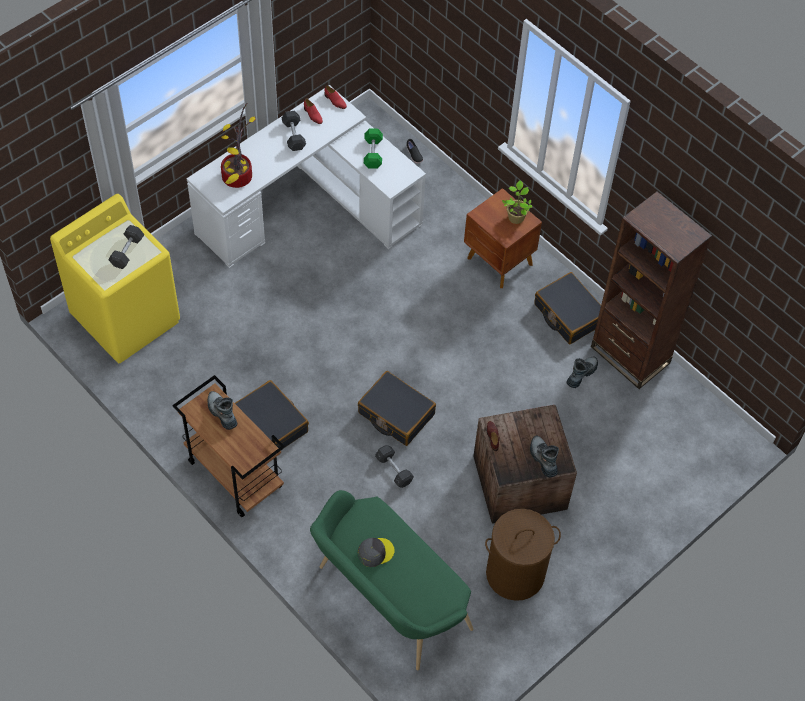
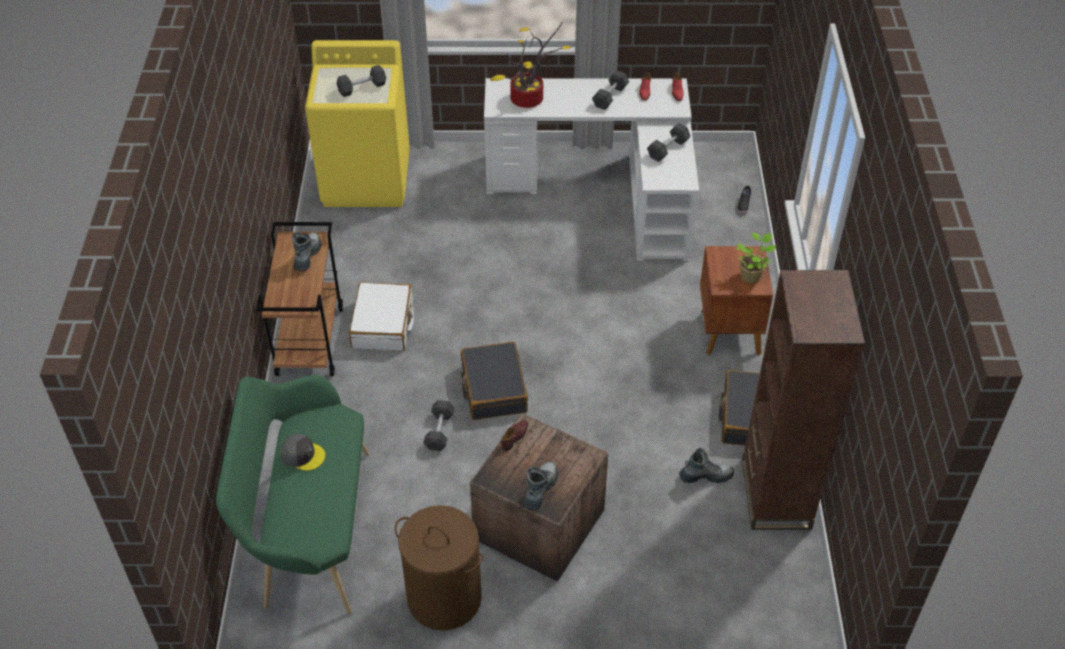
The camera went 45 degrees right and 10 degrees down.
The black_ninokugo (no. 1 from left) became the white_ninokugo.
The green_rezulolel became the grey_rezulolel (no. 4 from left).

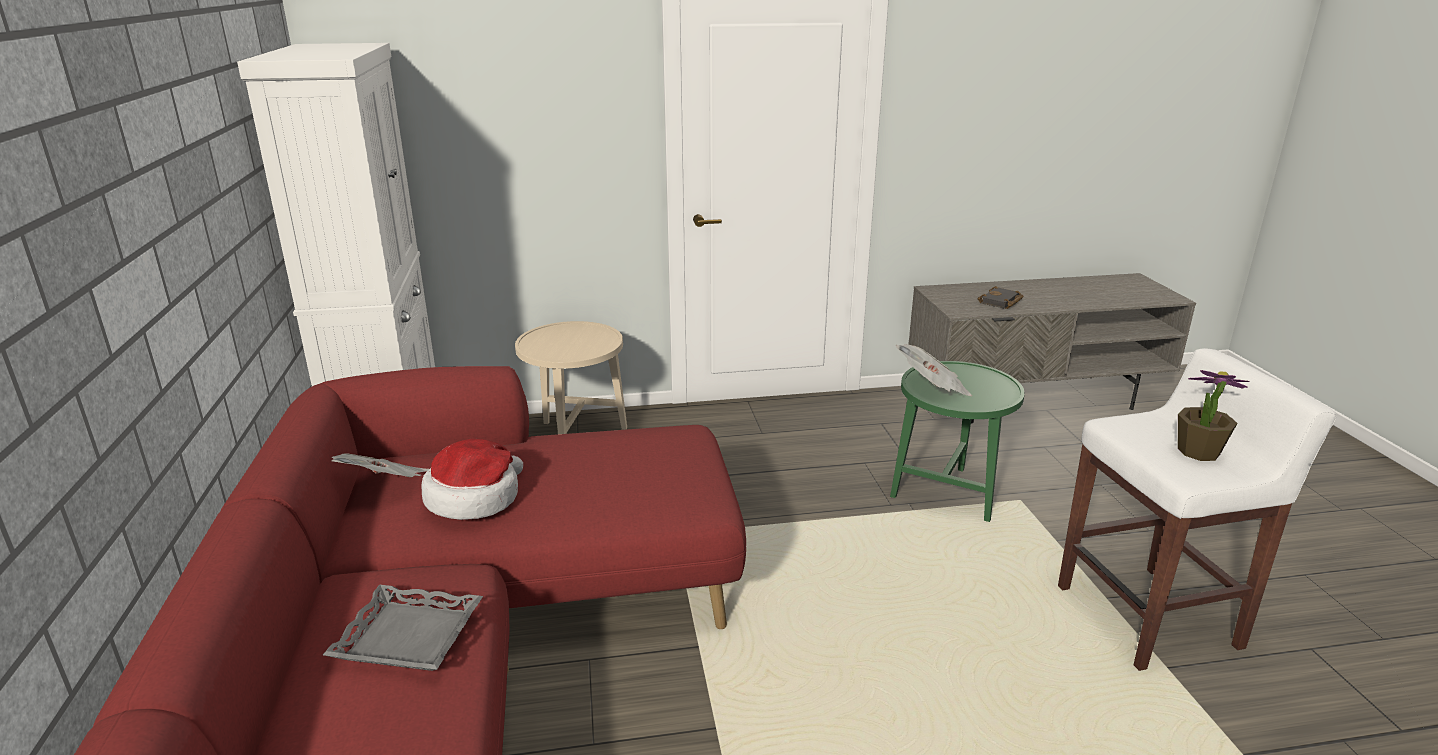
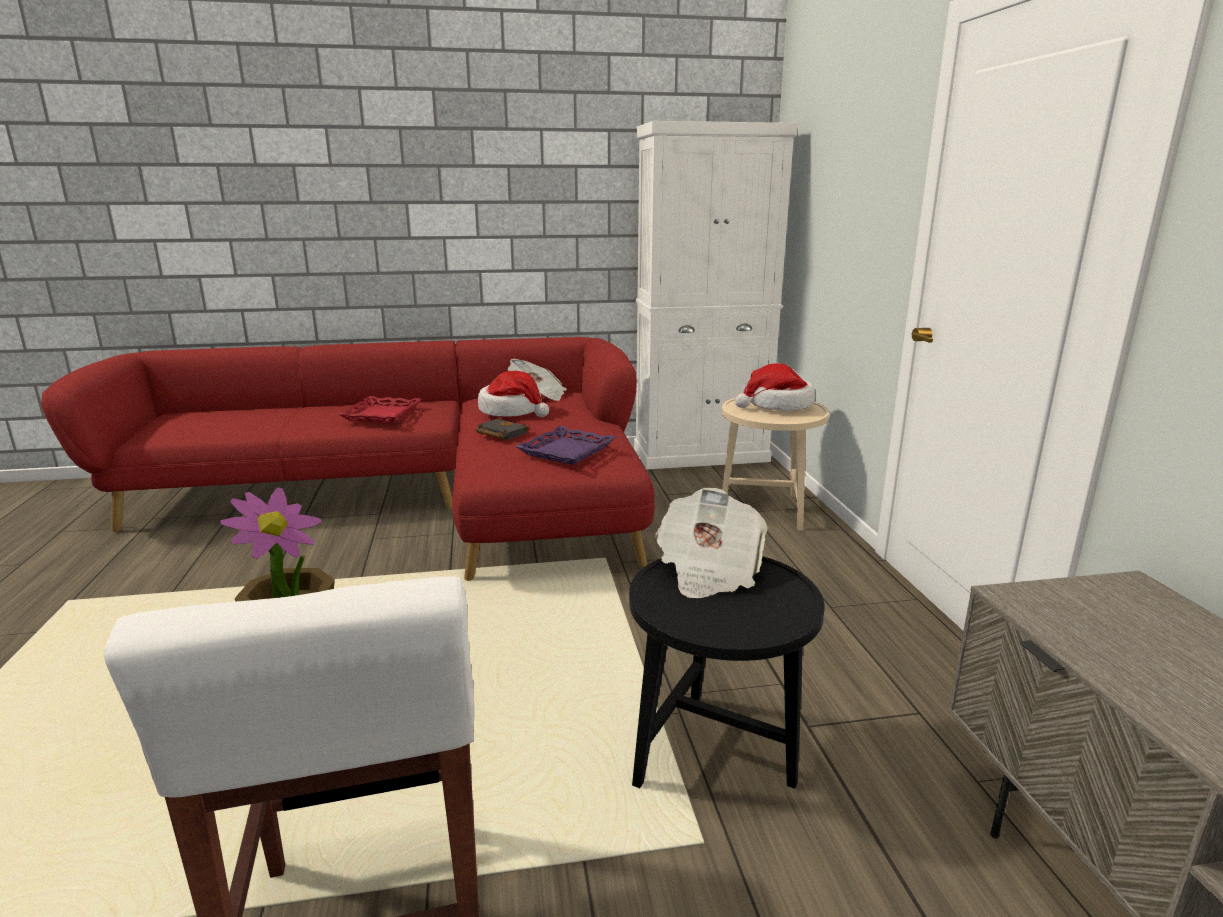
The camera went 90 degrees right and 5 degrees down.
The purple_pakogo appeared.
The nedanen (no. 2 from left) appeared.
The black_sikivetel moved.
The grey_pakogo became the red_pakogo.
The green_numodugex became the black_numodugex.

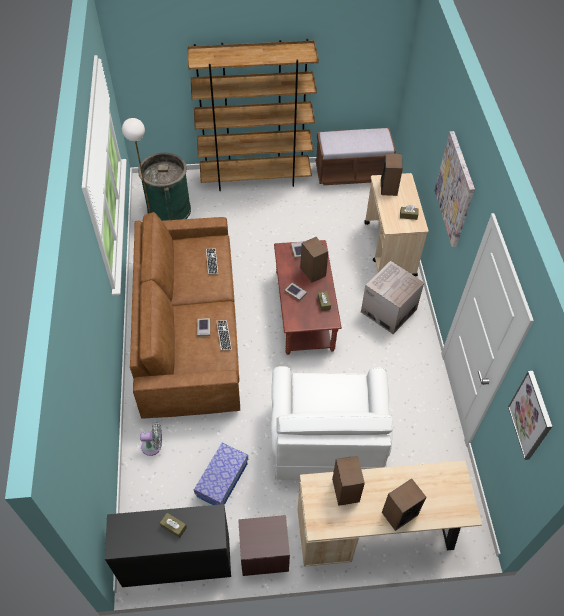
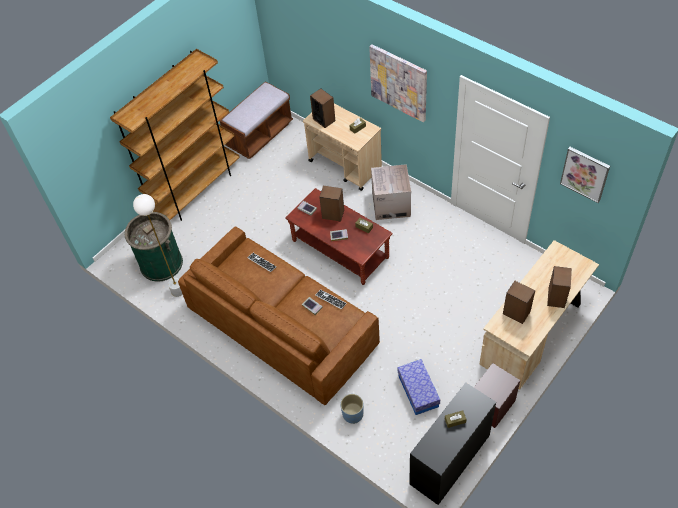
The camera went 40 degrees left and 0 degrees up.
The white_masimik disappeared.
The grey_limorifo was replaced by the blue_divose.

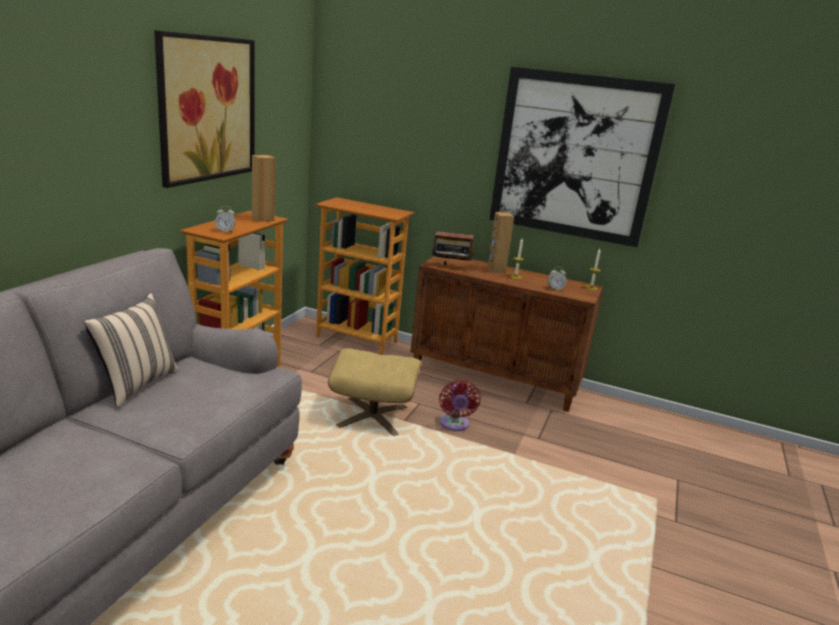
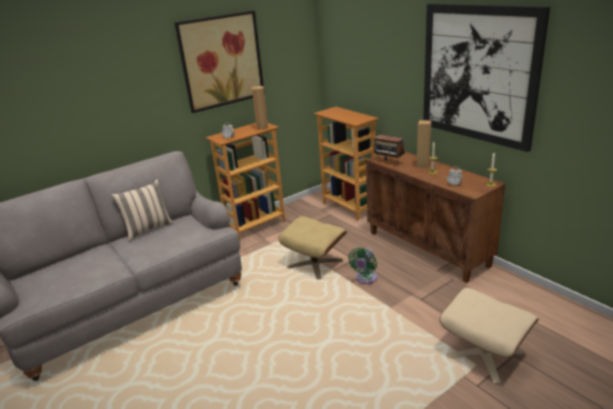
The camera went 35 degrees right and 5 degrees up.
The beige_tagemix (no. 2 from left) appeared.
The red_limorifo became the green_limorifo.

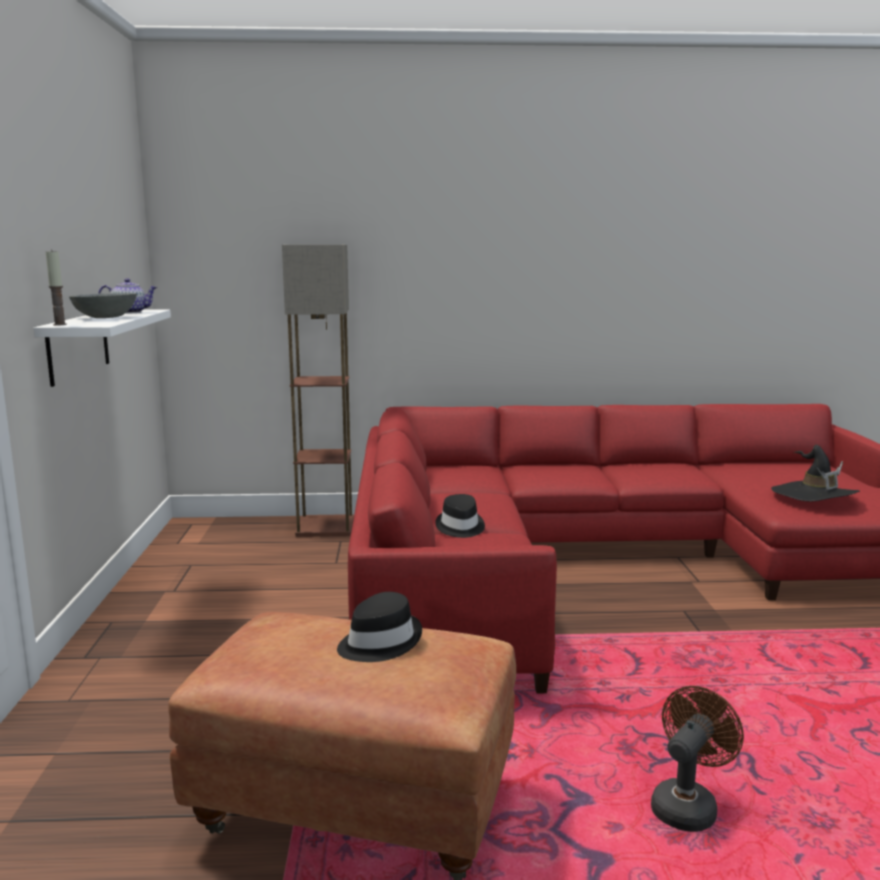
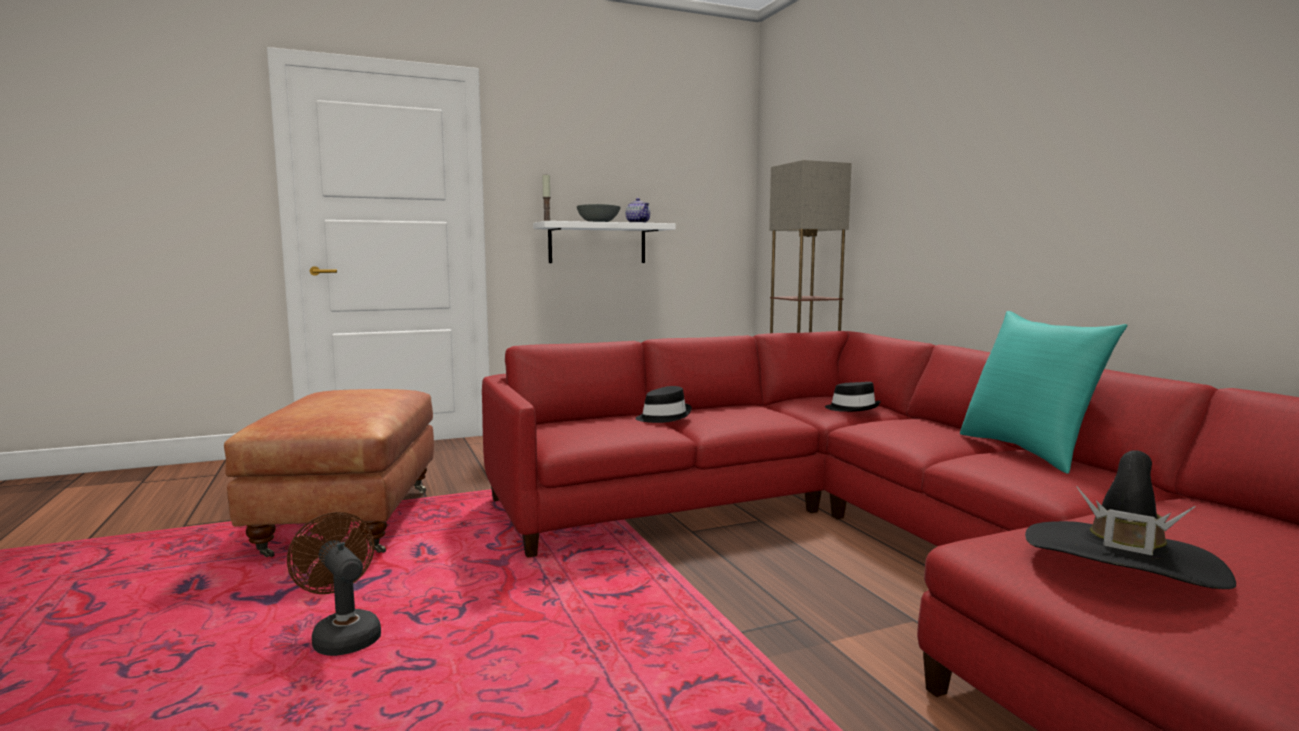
The camera went 70 degrees right and 5 degrees down.
The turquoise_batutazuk appeared.
The black_nedanen (no. 1 from left in the first image) moved.
The brown_limorifo turned 150 degrees counterclockwise.

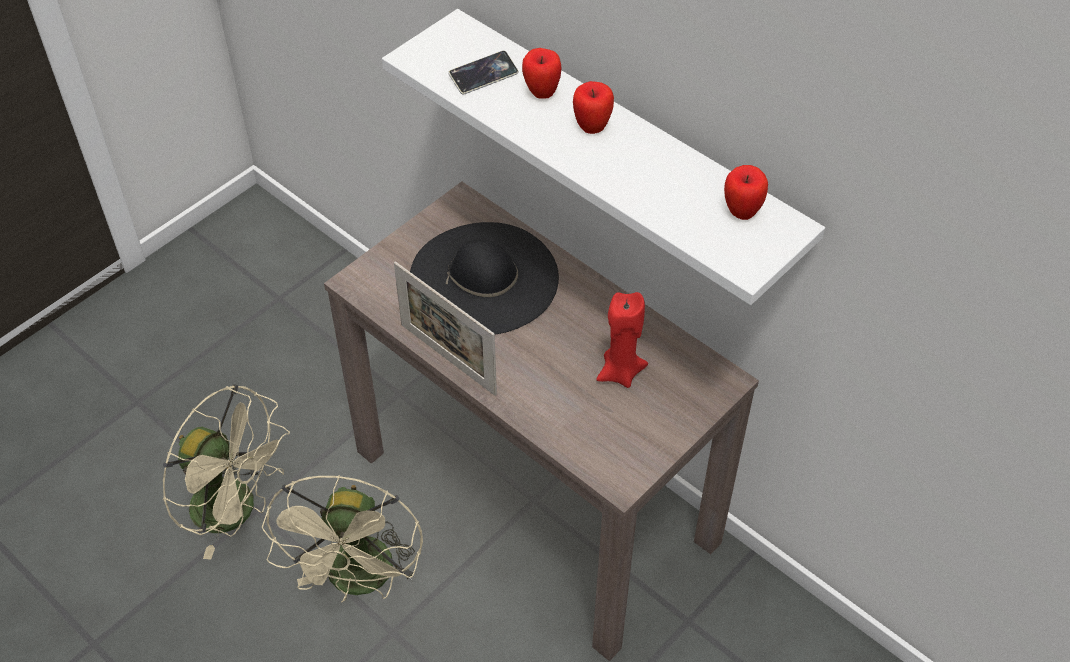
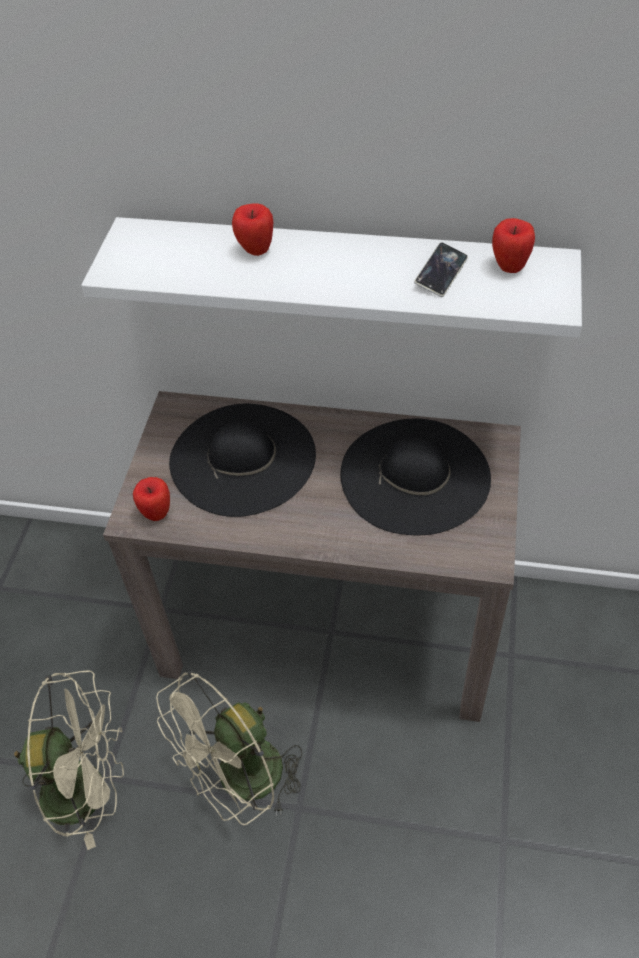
The camera went 30 degrees left and 0 degrees up.
The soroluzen disappeared.
The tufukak moved.
The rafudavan (no. 2 from left in the first image) moved.
The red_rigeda was replaced by the black_nedanen (no. 2 from left).
The beige_limorifo (no. 2 from left) turned 75 degrees clockwise.

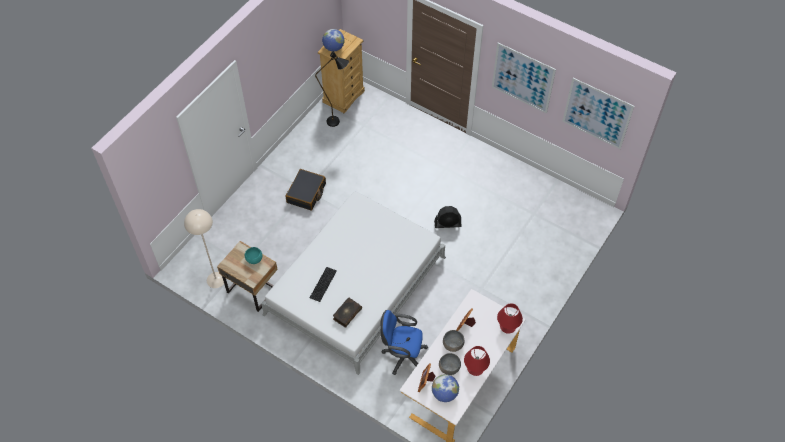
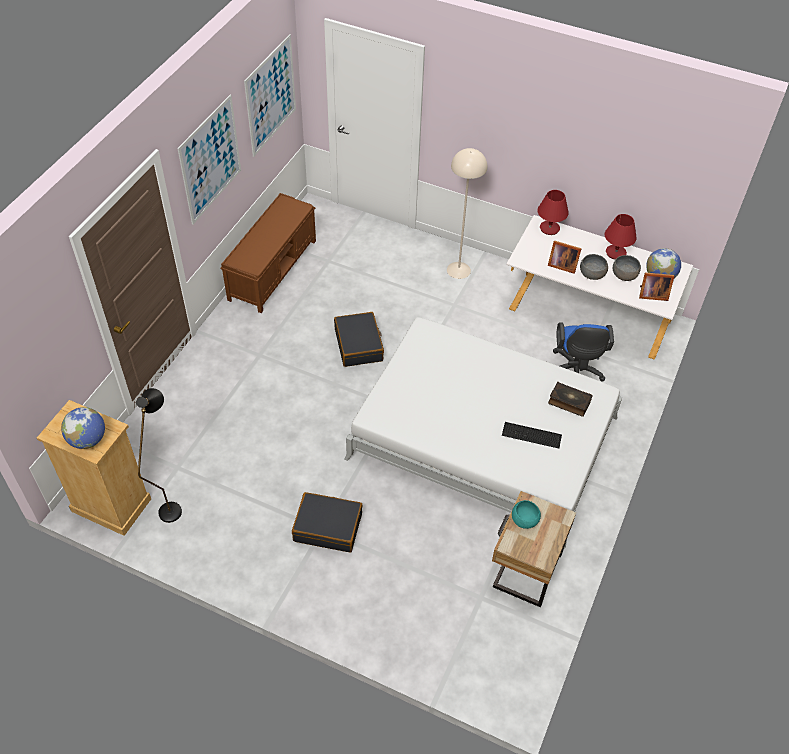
The camera went 100 degrees left and 5 degrees down.
The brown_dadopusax appeared.
The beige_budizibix moved.
The black_limorifo was replaced by the black_ninokugo (no. 2 from left).

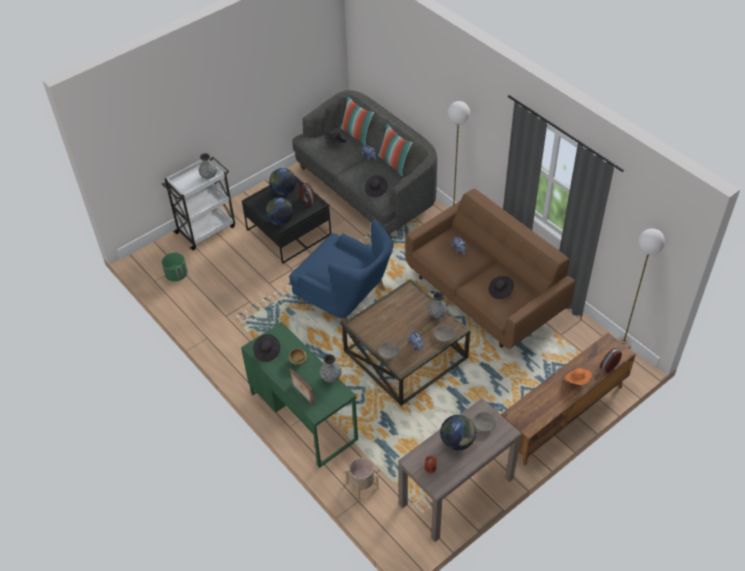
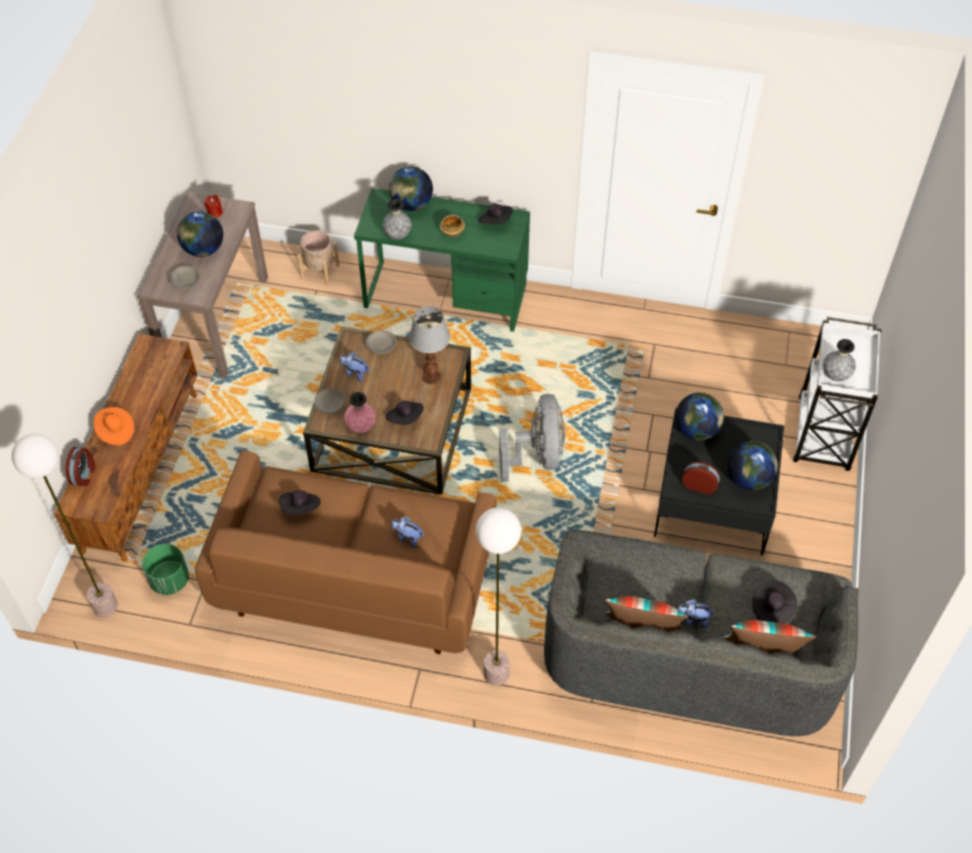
The camera went 140 degrees right and 5 degrees up.
The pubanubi appeared.
The green_divose moved.
The black_nedanen (no. 3 from left in the first image) moved.
The blue_masimik was replaced by the grey_limorifo.
The soroluzen was replaced by the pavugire (no. 2 from left).
The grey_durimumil (no. 3 from left) became the pink_durimumil.

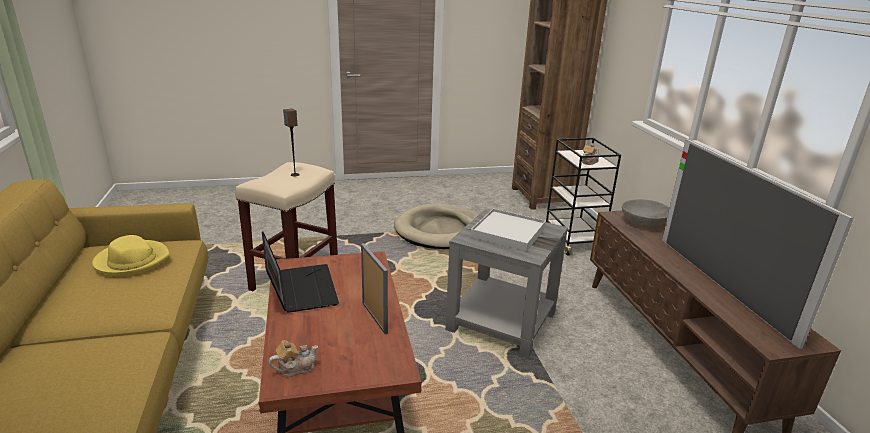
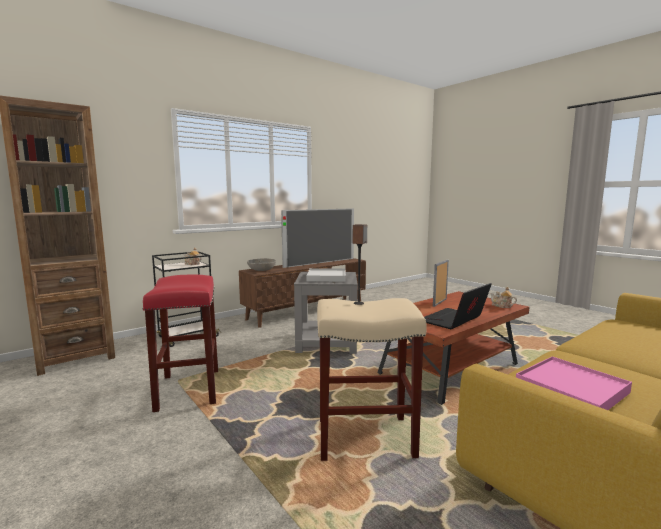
The camera went 115 degrees left and 15 degrees down.
The yellow_nedanen was replaced by the pink_pakogo.
The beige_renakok was replaced by the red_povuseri.

